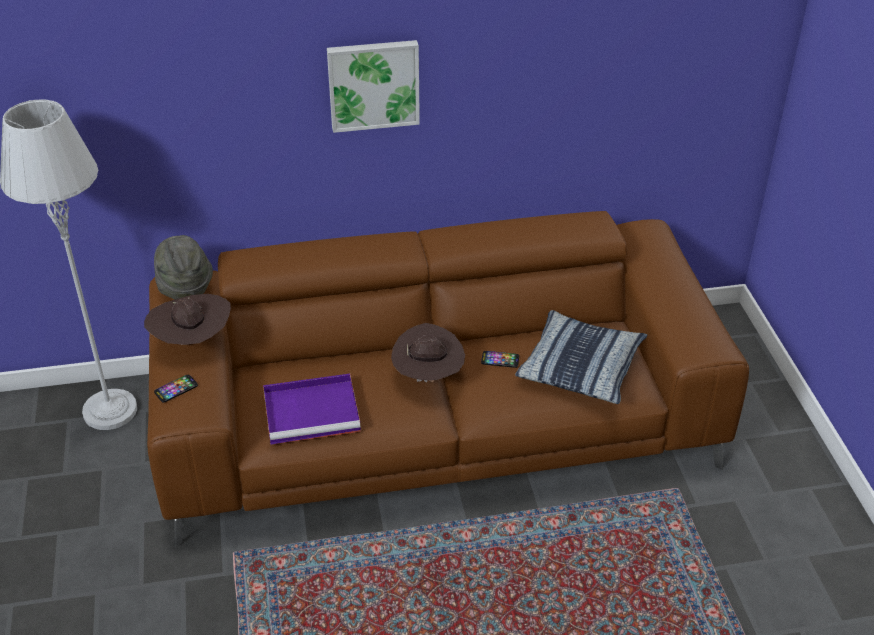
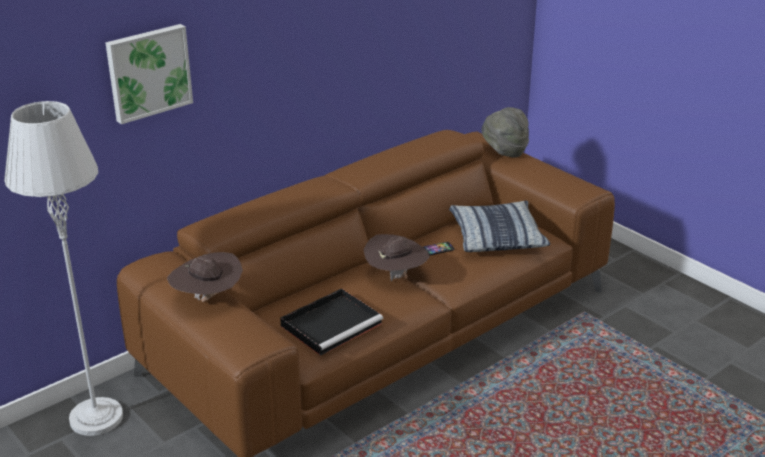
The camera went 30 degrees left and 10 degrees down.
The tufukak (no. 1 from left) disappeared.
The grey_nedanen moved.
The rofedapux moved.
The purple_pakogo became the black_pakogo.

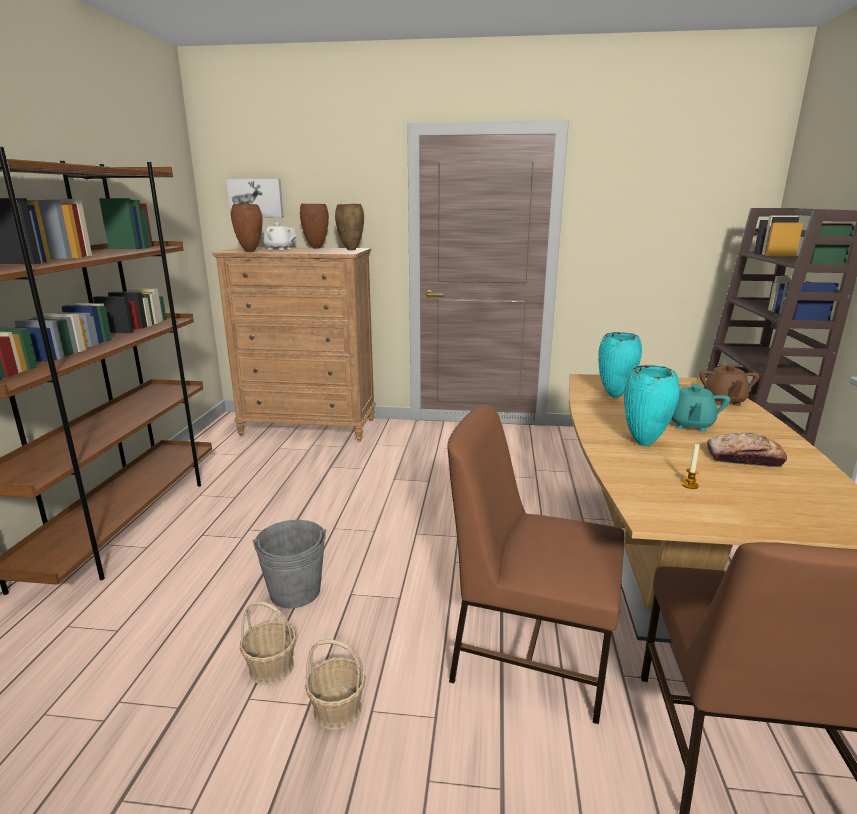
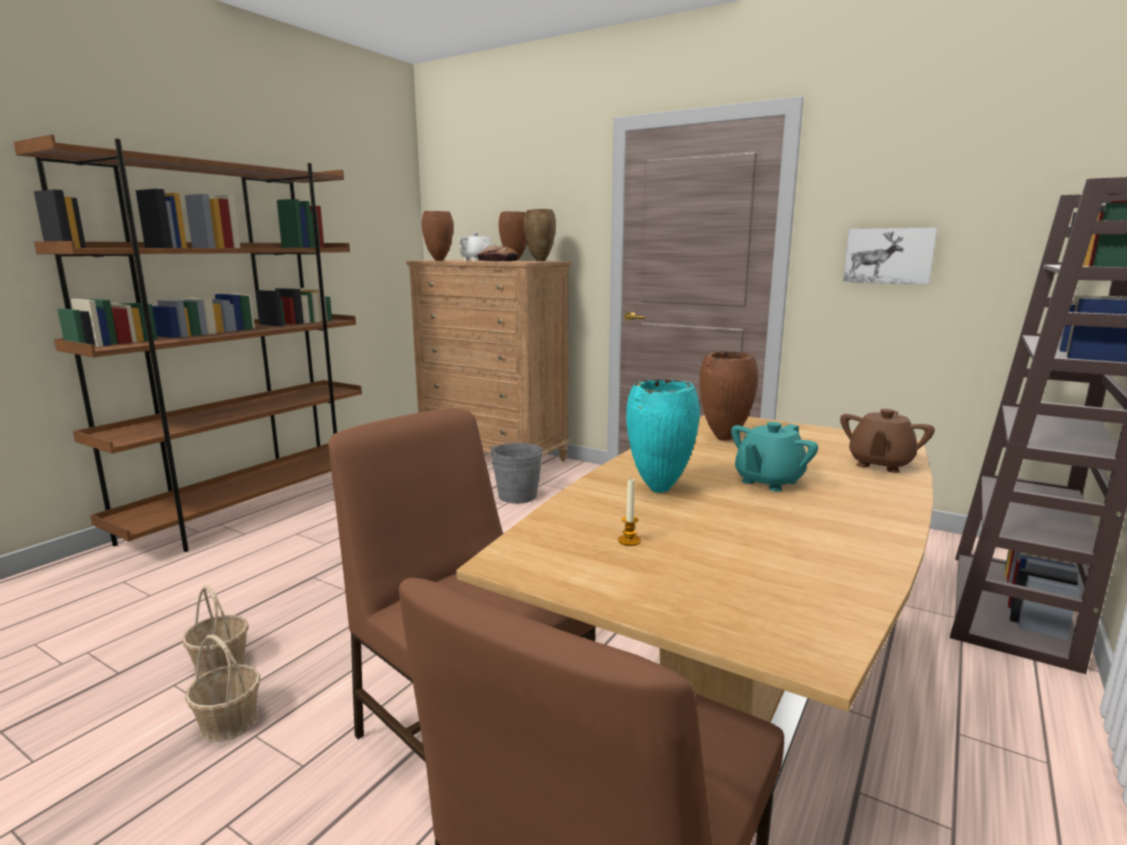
The camera went 25 degrees right and 5 degrees down.
The rofedapux moved.
The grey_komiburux moved.
The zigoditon moved.
The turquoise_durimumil (no. 1 from left) became the brown_durimumil (no. 4 from left).

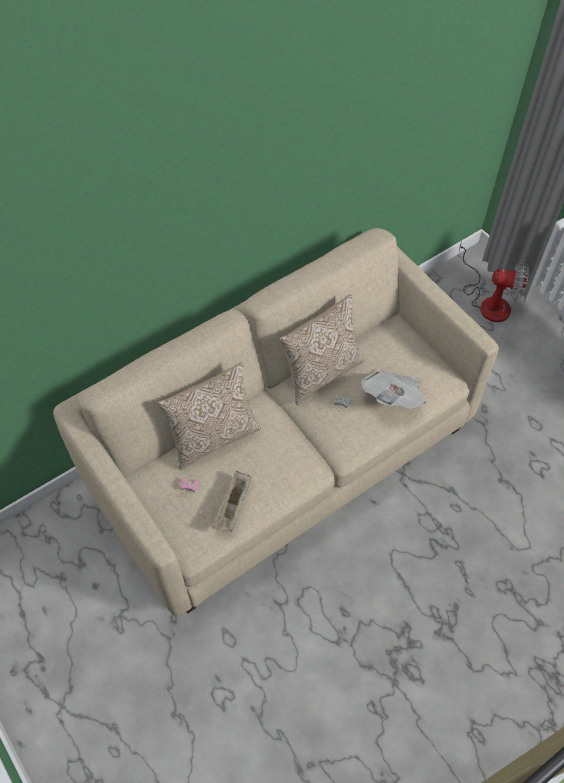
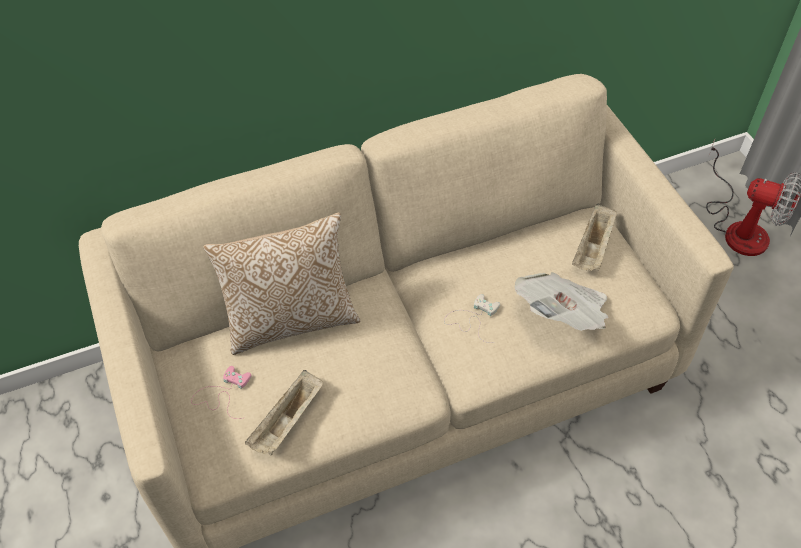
The camera went 15 degrees right and 5 degrees down.
The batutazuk (no. 2 from left) disappeared.
The beige_pakogo (no. 2 from left) appeared.

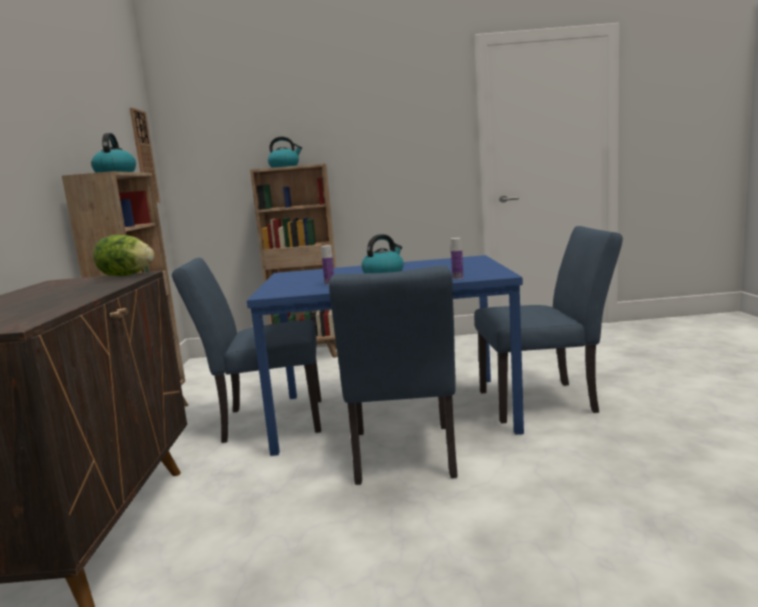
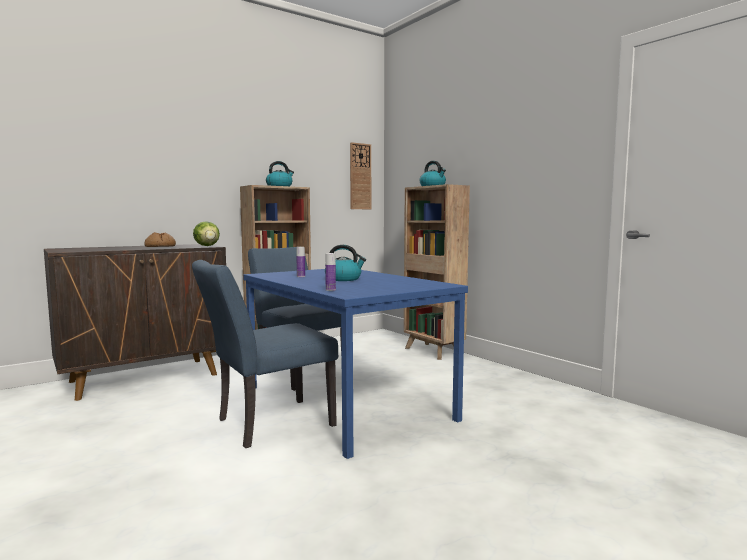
The camera went 55 degrees right and 5 degrees down.
The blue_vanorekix (no. 3 from left) disappeared.
The zigoditon appeared.

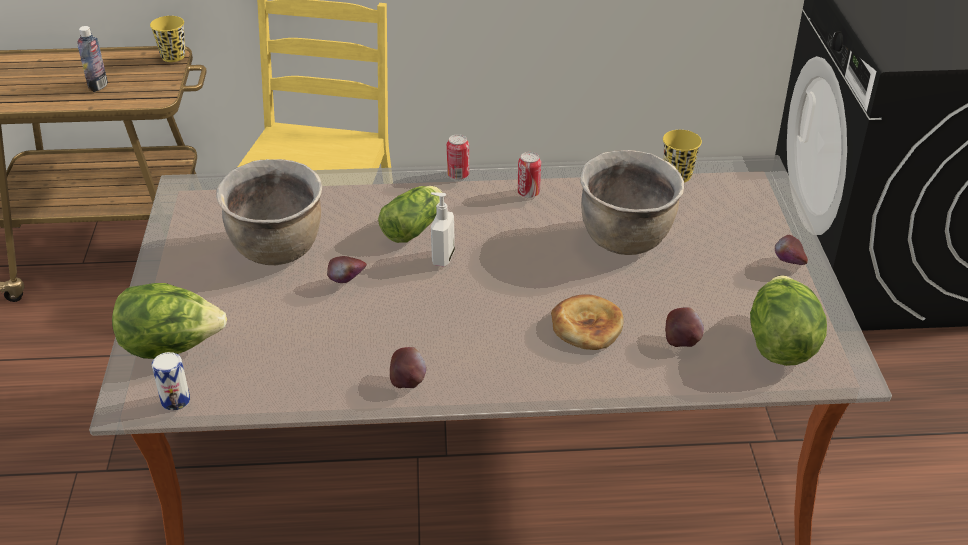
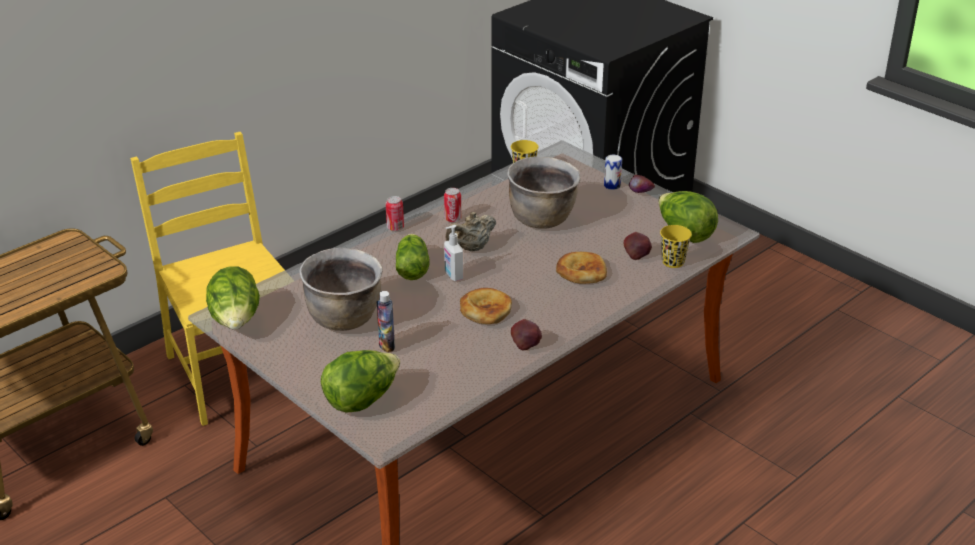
The camera went 40 degrees left and 5 degrees down.
The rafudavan (no. 1 from left) disappeared.
The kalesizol (no. 1 from left) appeared.
The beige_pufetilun appeared.
The zigoditon (no. 1 from left) appeared.
The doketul moved.
The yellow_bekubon (no. 1 from left in the first image) moved.
The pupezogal (no. 1 from left in the first image) moved.

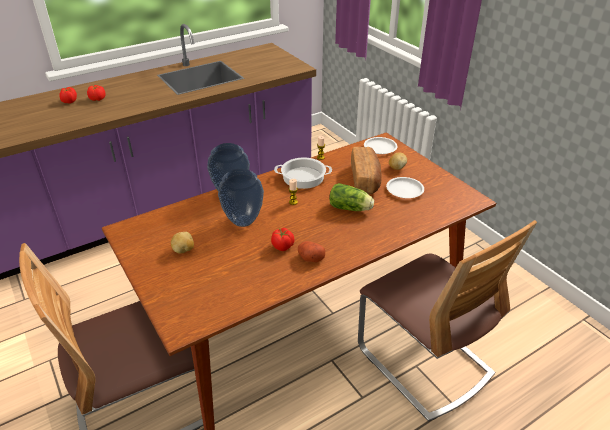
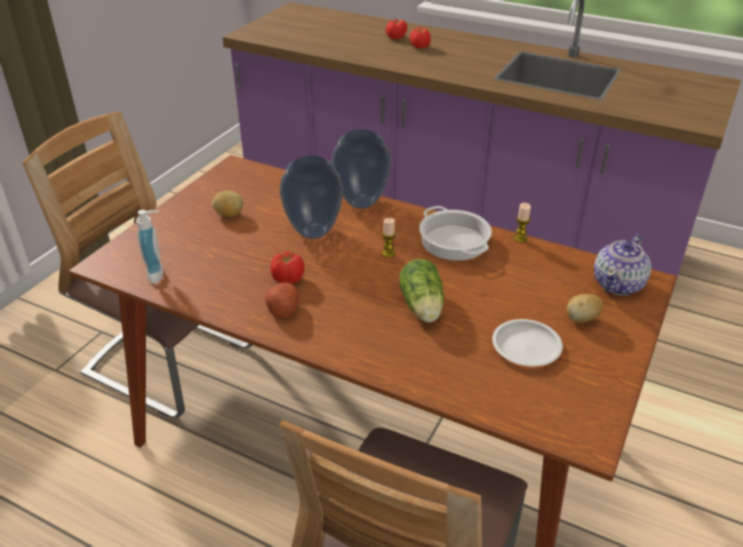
The camera went 60 degrees right and 0 degrees up.
The zigoditon disappeared.
The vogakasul appeared.
The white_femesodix (no. 1 from left) was replaced by the pufetilun.

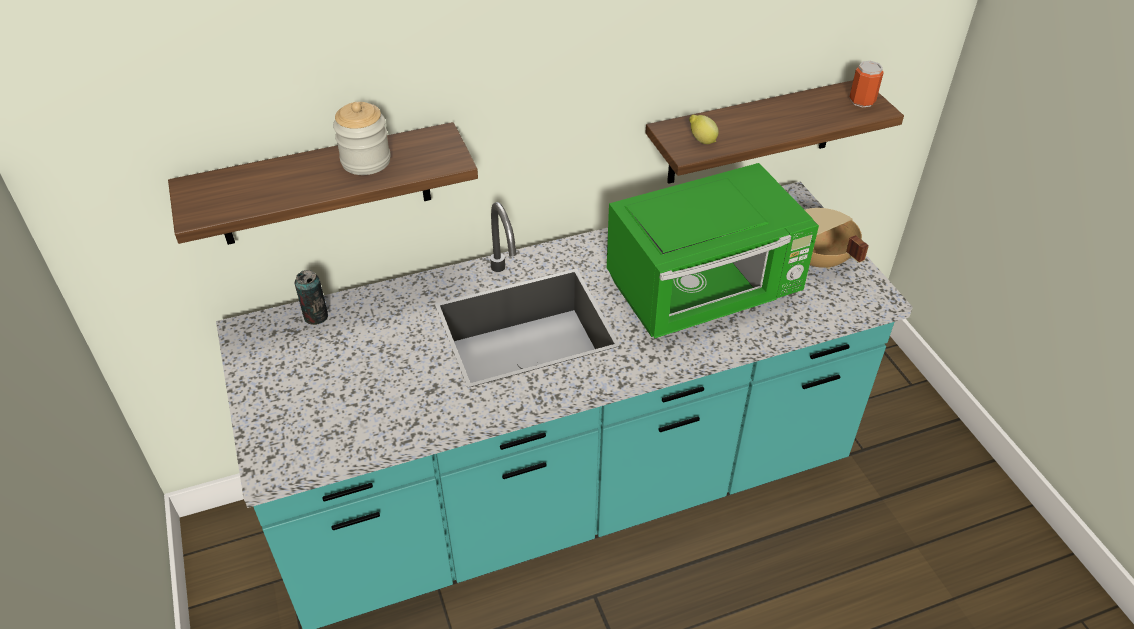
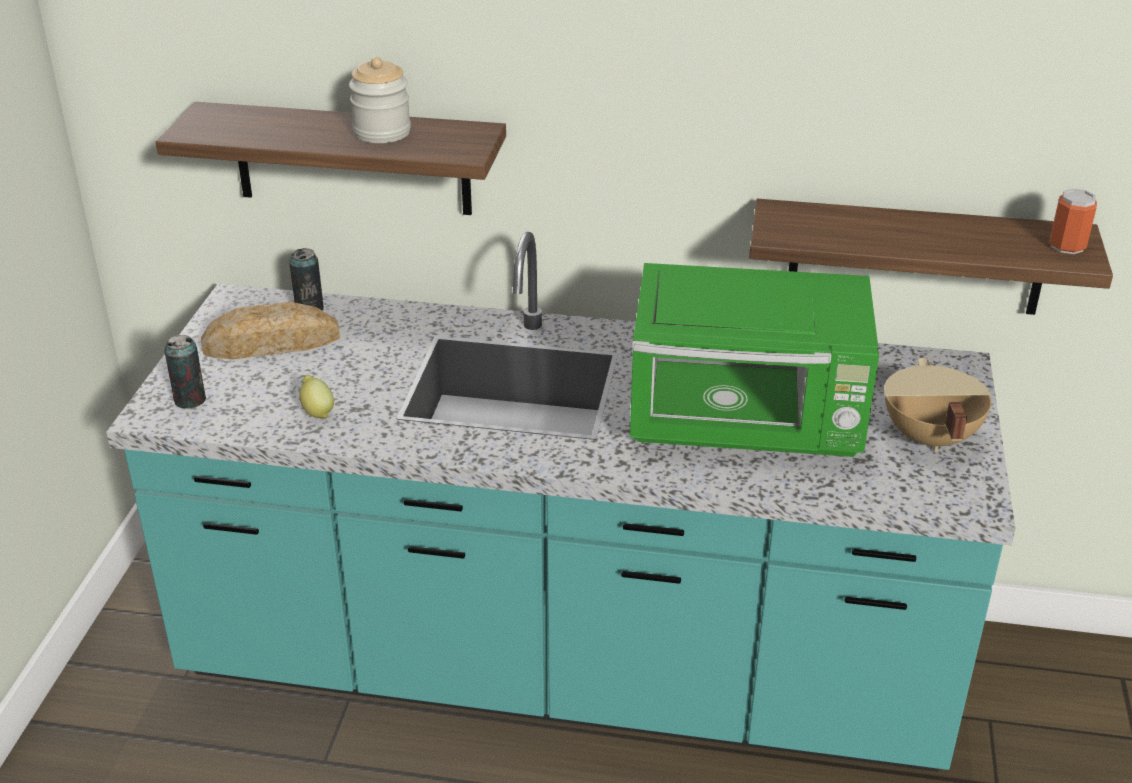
The camera went 30 degrees right and 10 degrees down.
The pupezogal (no. 1 from left) appeared.
The zigoditon appeared.
The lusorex moved.

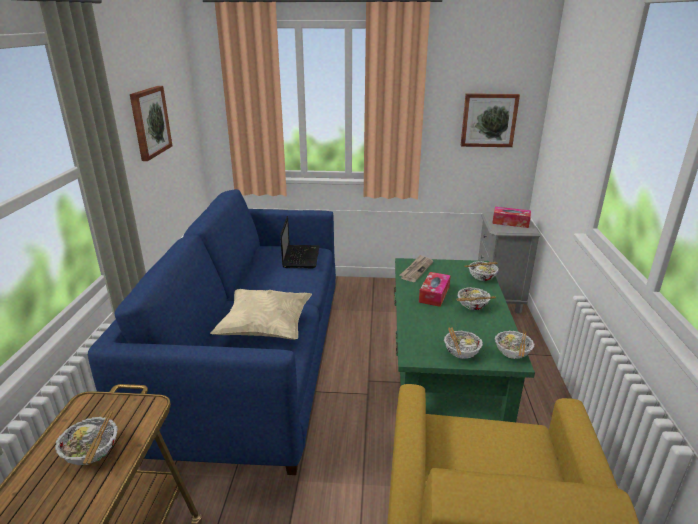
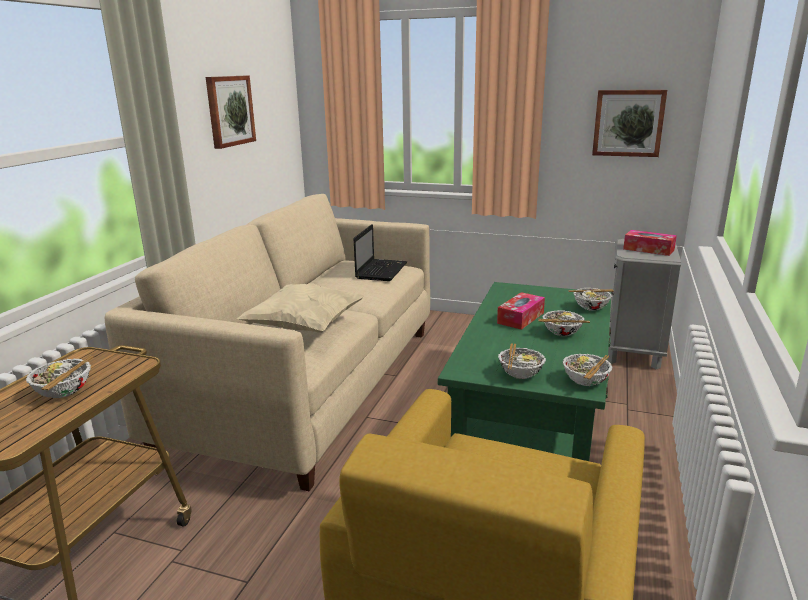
The camera went 15 degrees right and 5 degrees down.
The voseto disappeared.
The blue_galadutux became the beige_galadutux.

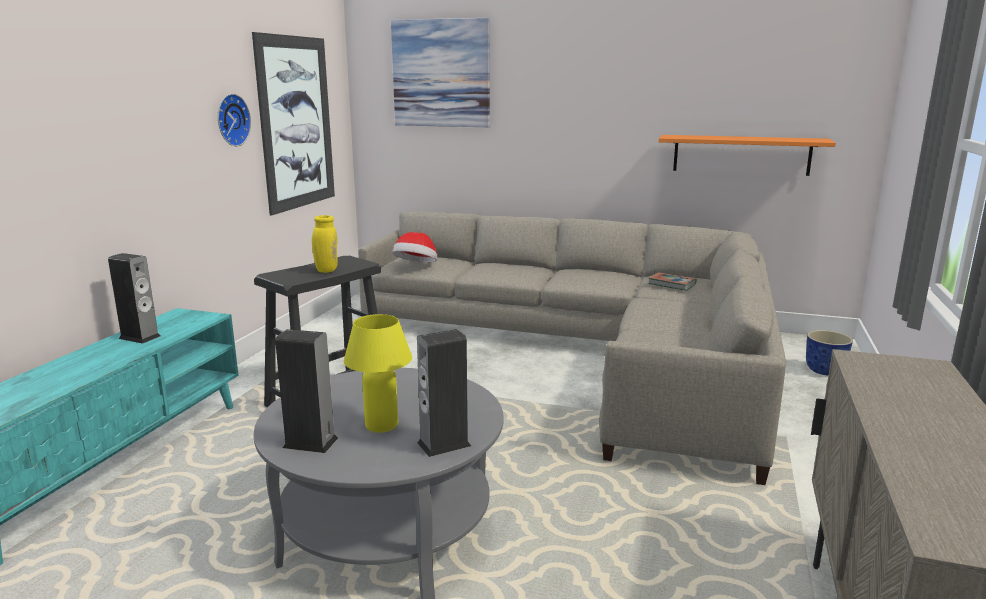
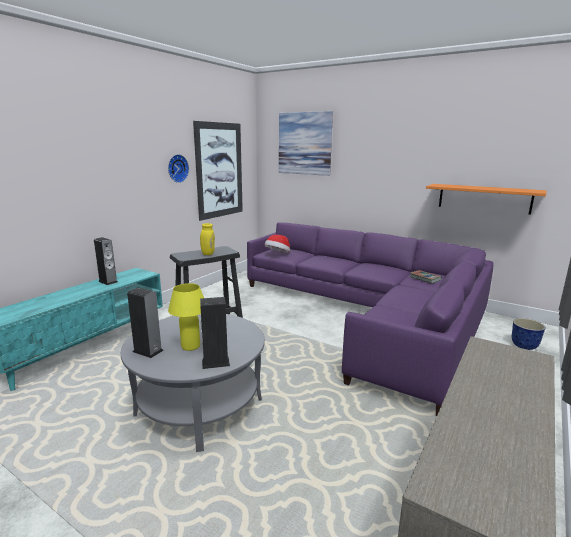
The camera went 15 degrees right and 0 degrees up.
The grey_galadutux became the purple_galadutux.

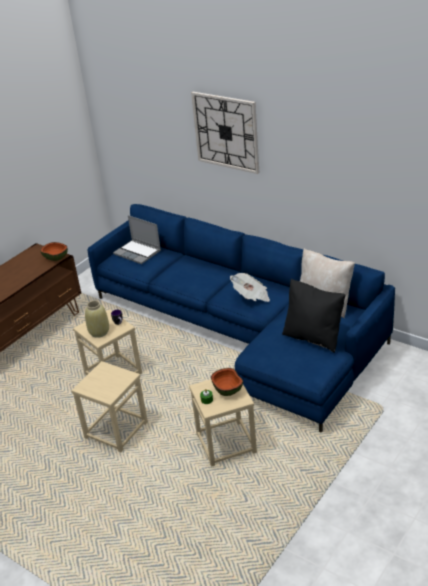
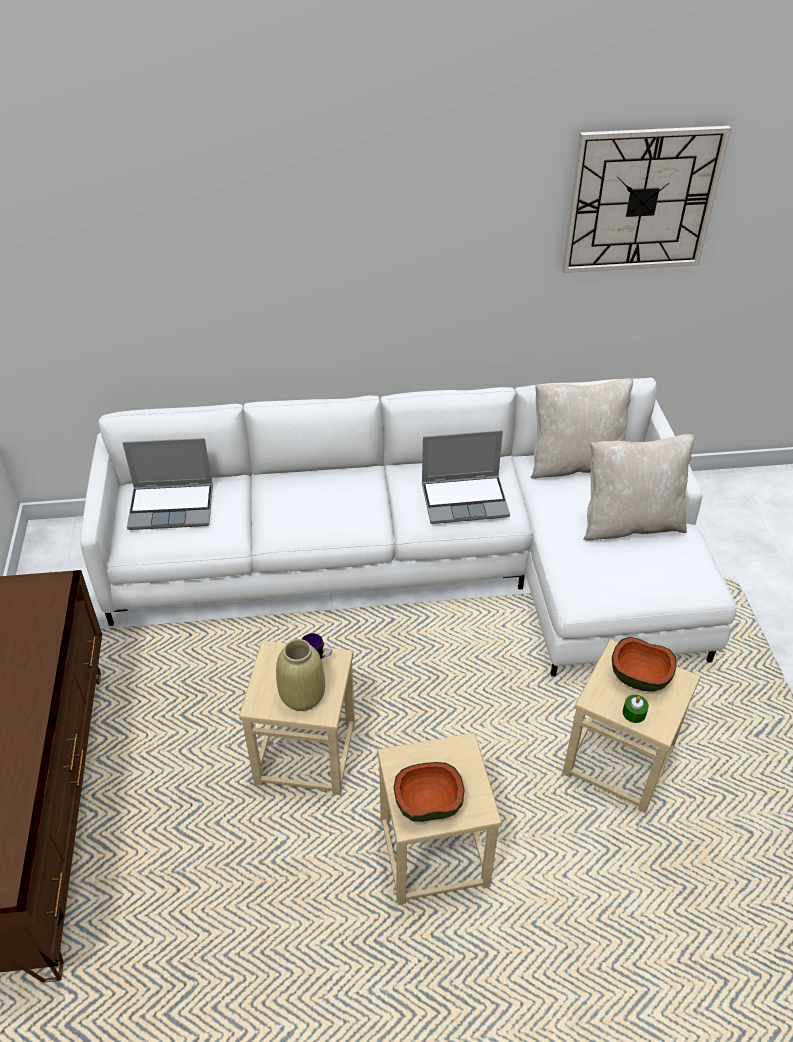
The camera went 45 degrees left and 10 degrees up.
The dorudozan (no. 1 from left) moved.
The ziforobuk moved.
The voseto was replaced by the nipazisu (no. 2 from left).
The blue_galadutux became the white_galadutux.
The black_batutazuk became the beige_batutazuk (no. 2 from left).

